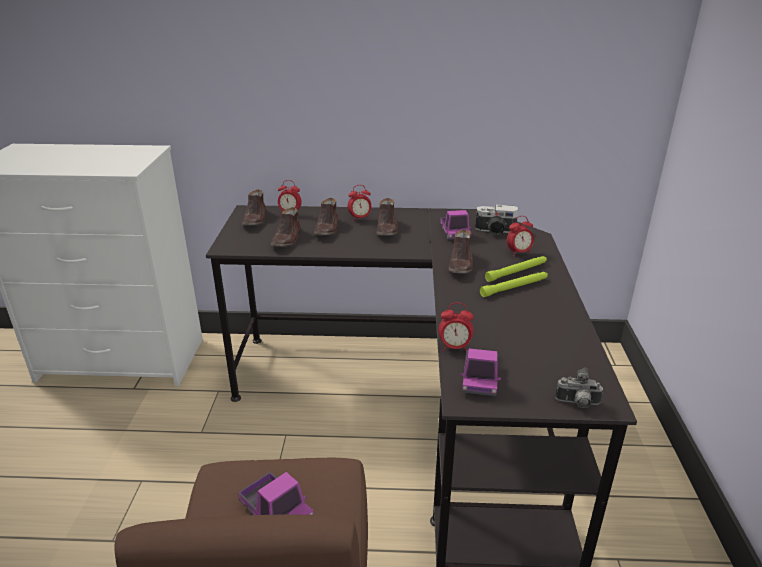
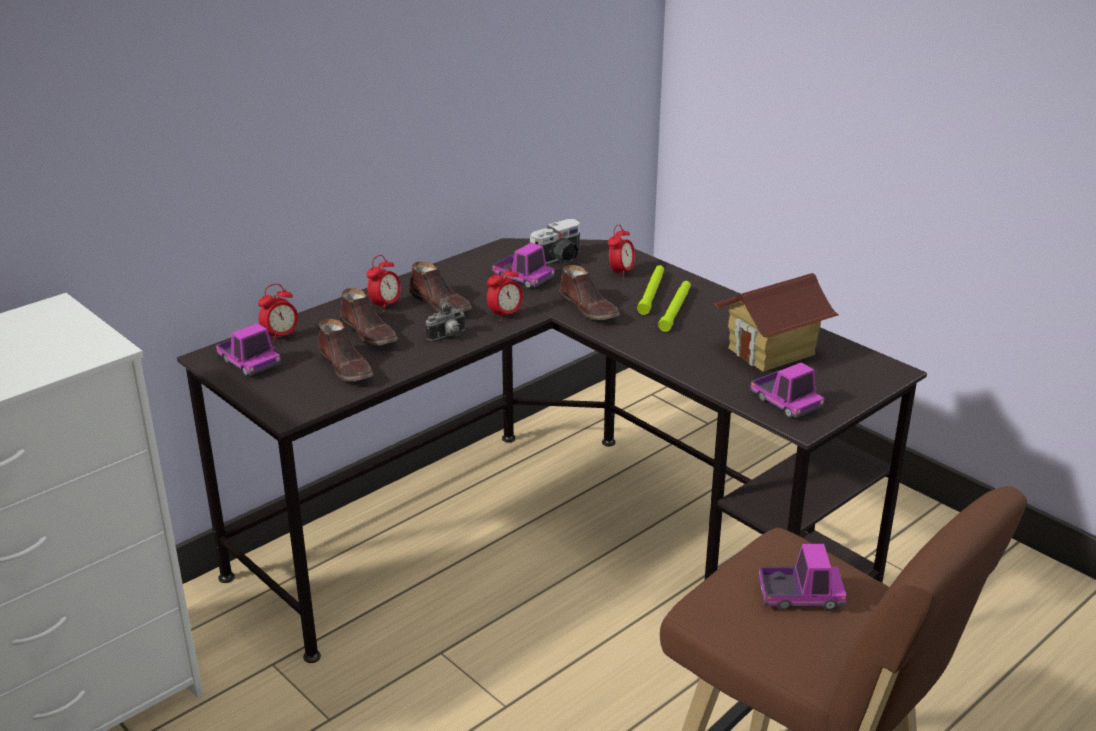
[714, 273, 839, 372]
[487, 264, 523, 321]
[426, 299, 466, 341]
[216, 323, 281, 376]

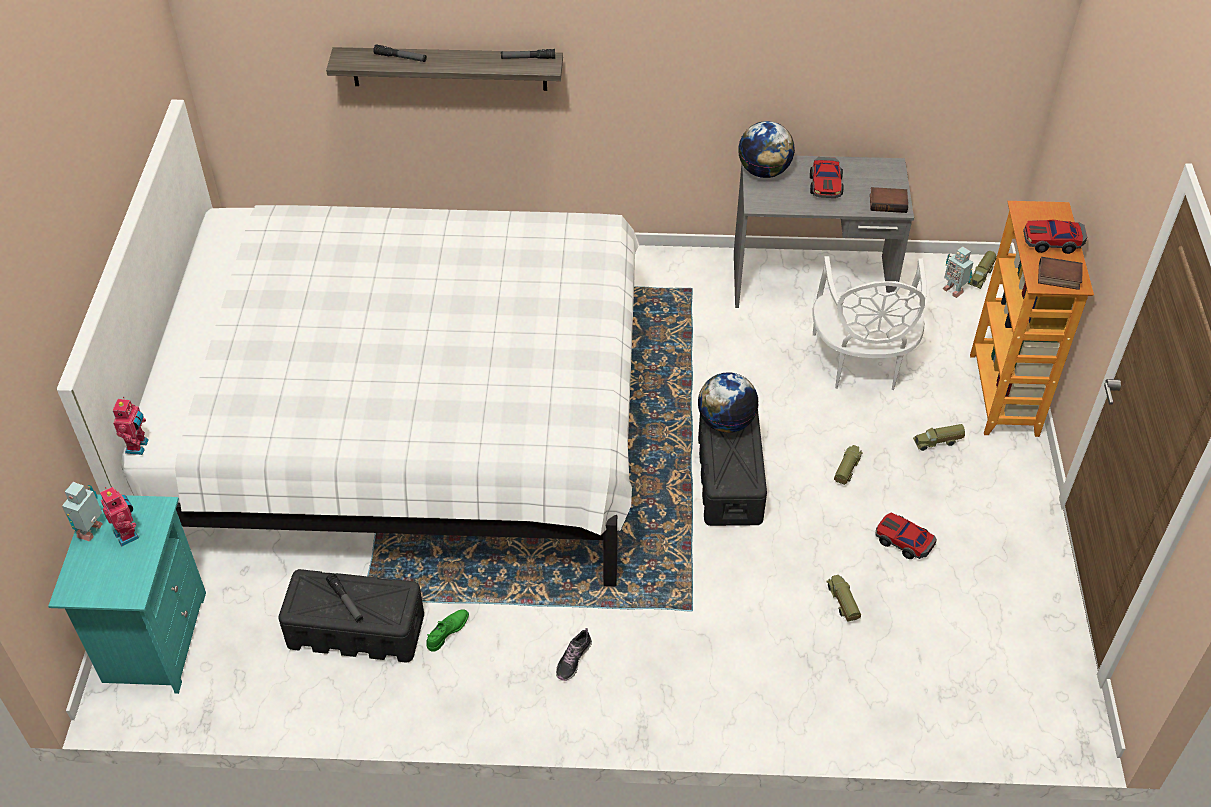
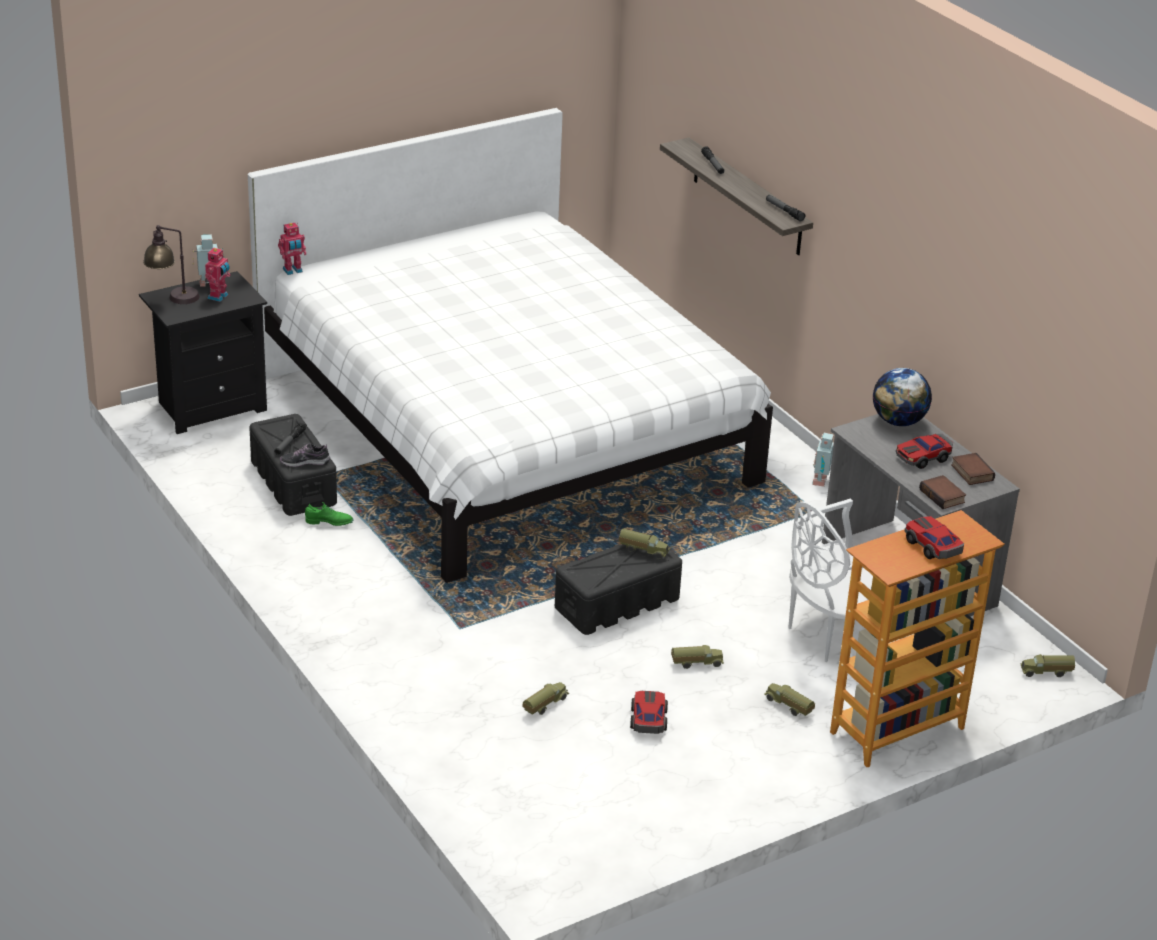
[143, 225, 200, 304]
[280, 443, 330, 467]
[812, 433, 834, 487]
[951, 453, 995, 485]
[619, 528, 670, 559]
[139, 271, 267, 434]

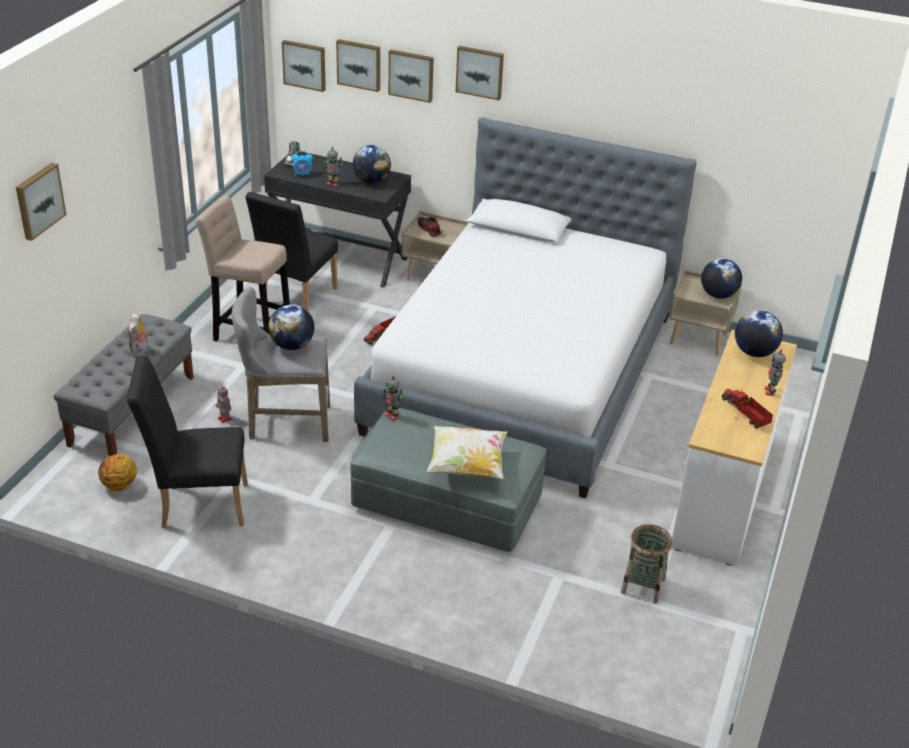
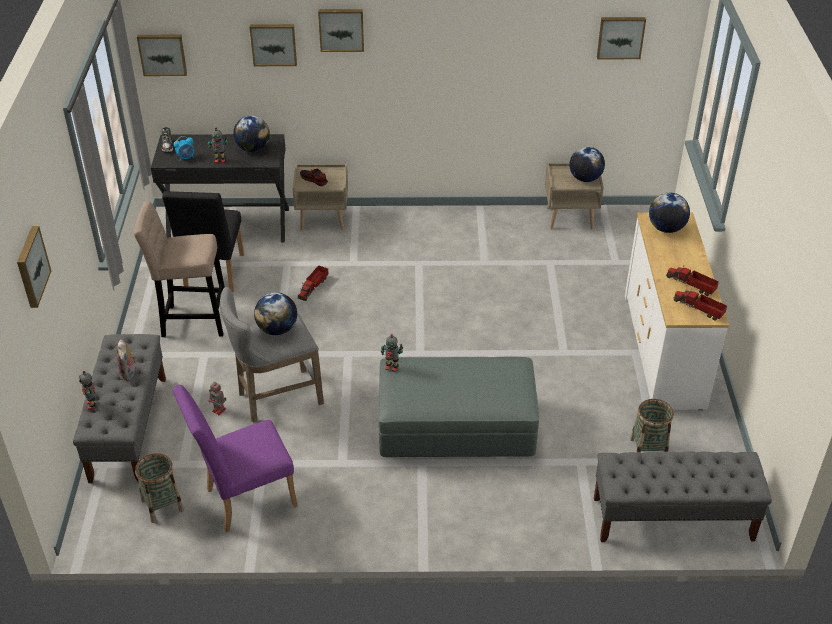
[354, 117, 697, 498] (first image)
[427, 426, 507, 479] (first image)
[594, 452, 772, 542]
[673, 288, 727, 321]
[597, 17, 646, 59]
[79, 371, 96, 410]
[135, 453, 184, 523]
[172, 385, 298, 532]

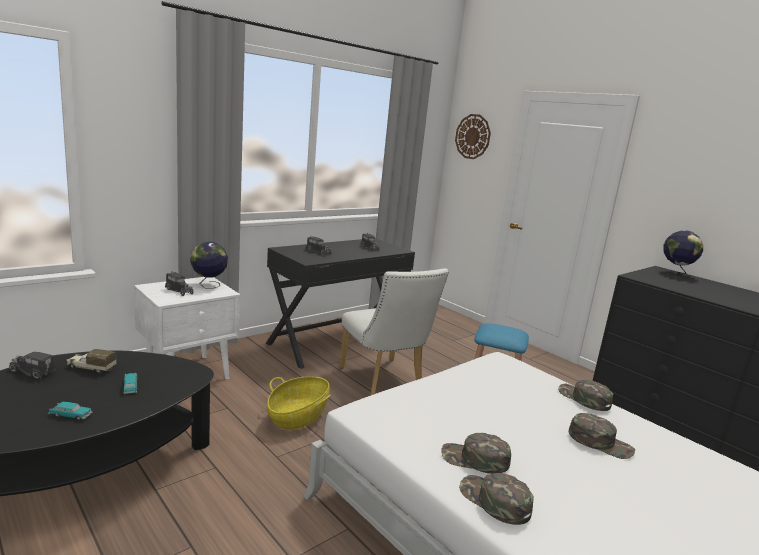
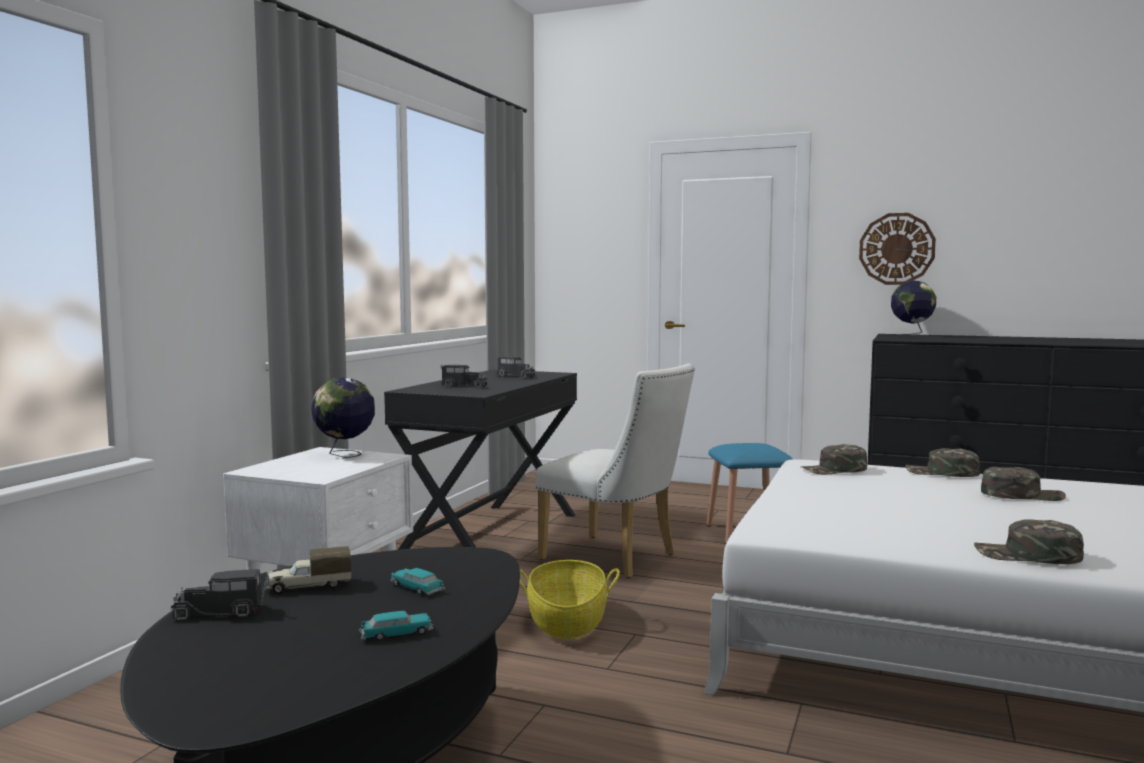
[165, 271, 193, 296] (first image)
[800, 444, 867, 475]
[859, 213, 936, 285]

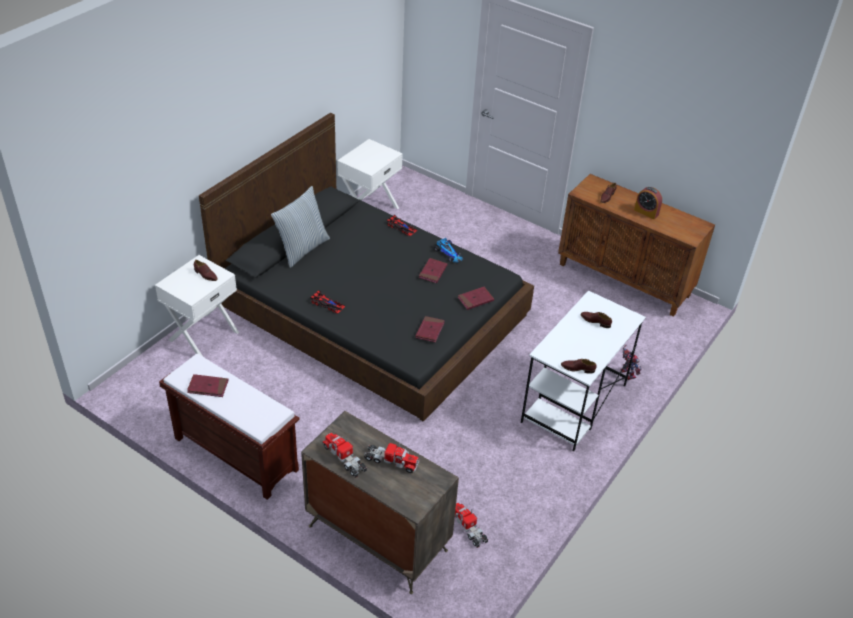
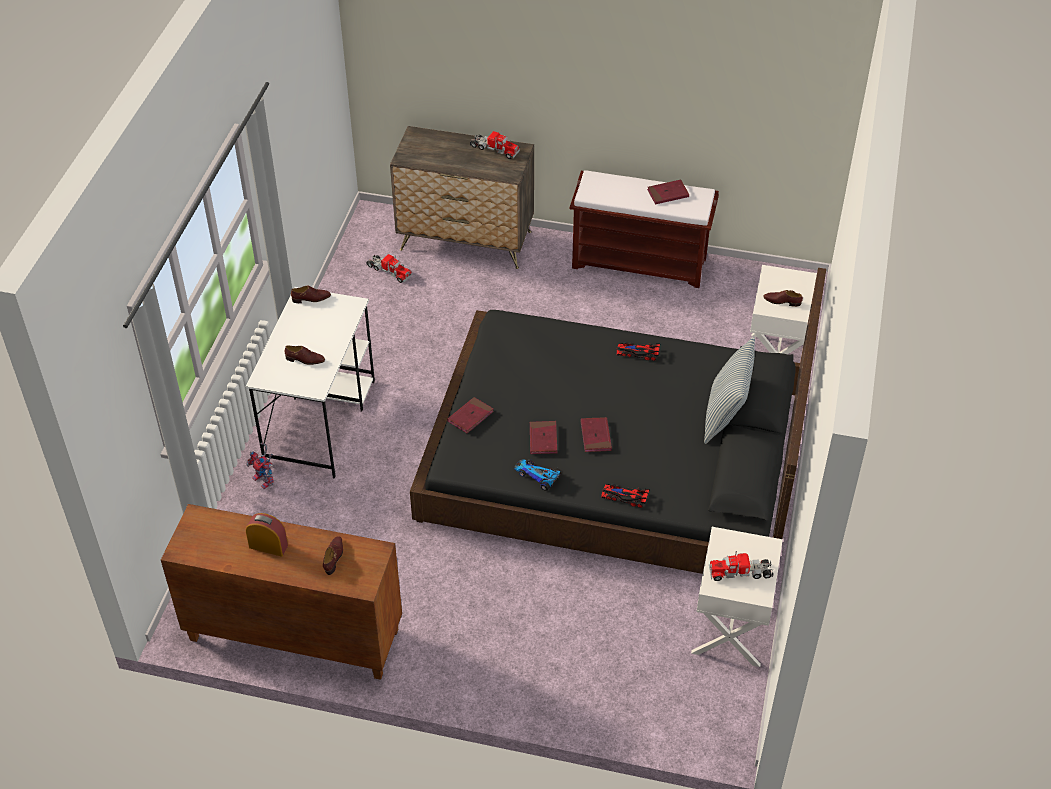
[709, 551, 774, 581]
[581, 417, 612, 452]

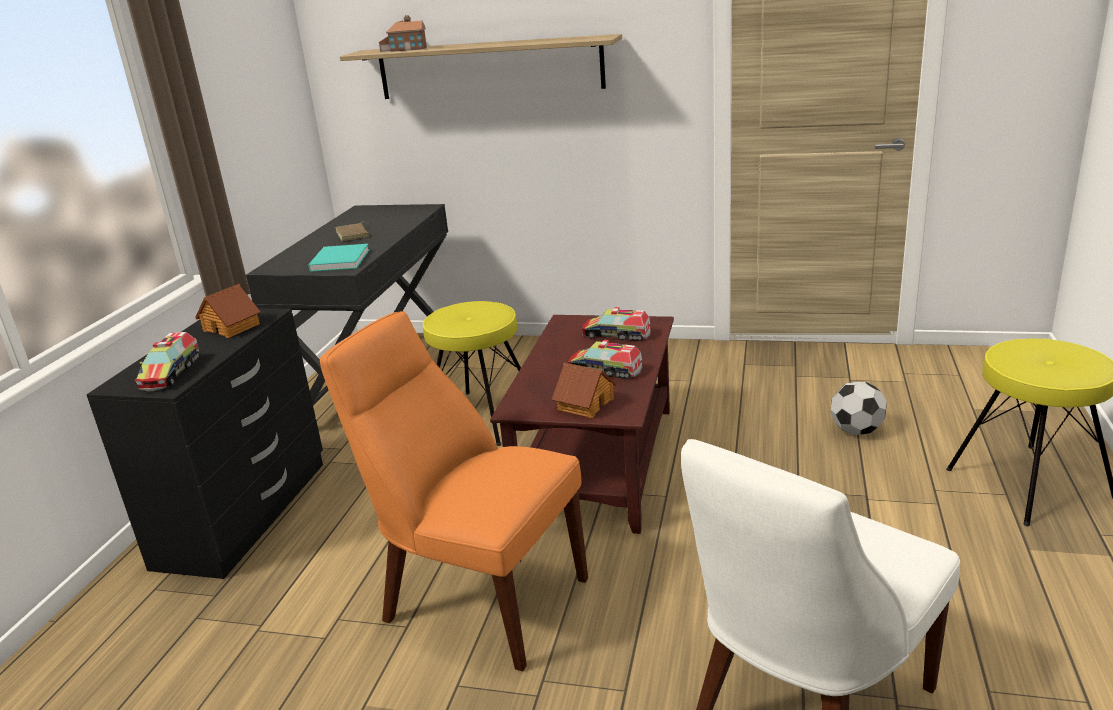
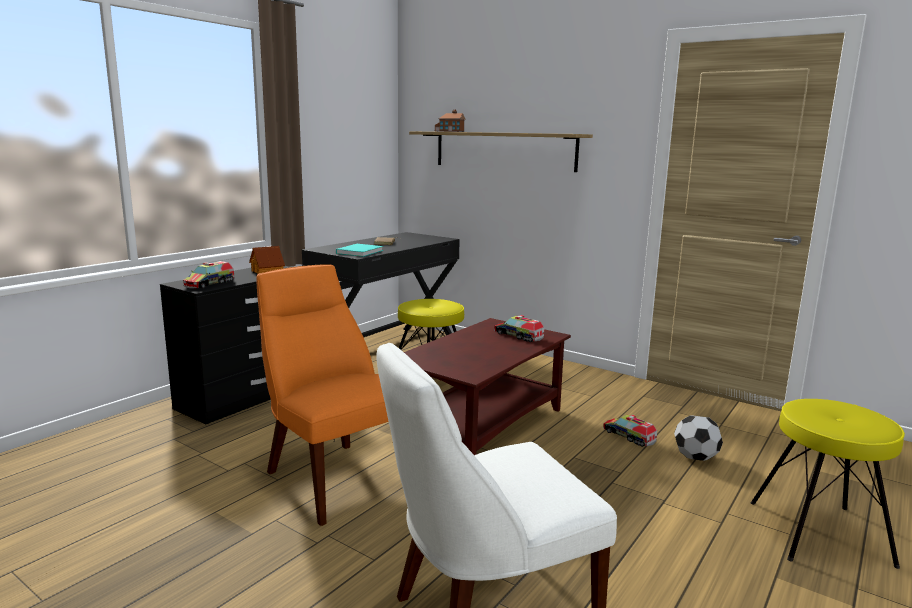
[552, 363, 617, 418] (first image)
[603, 415, 657, 447]

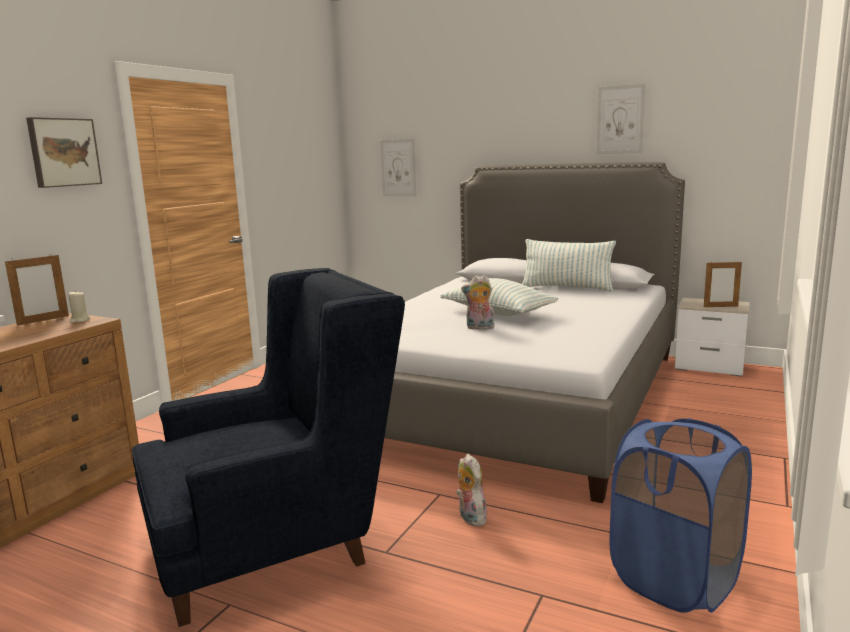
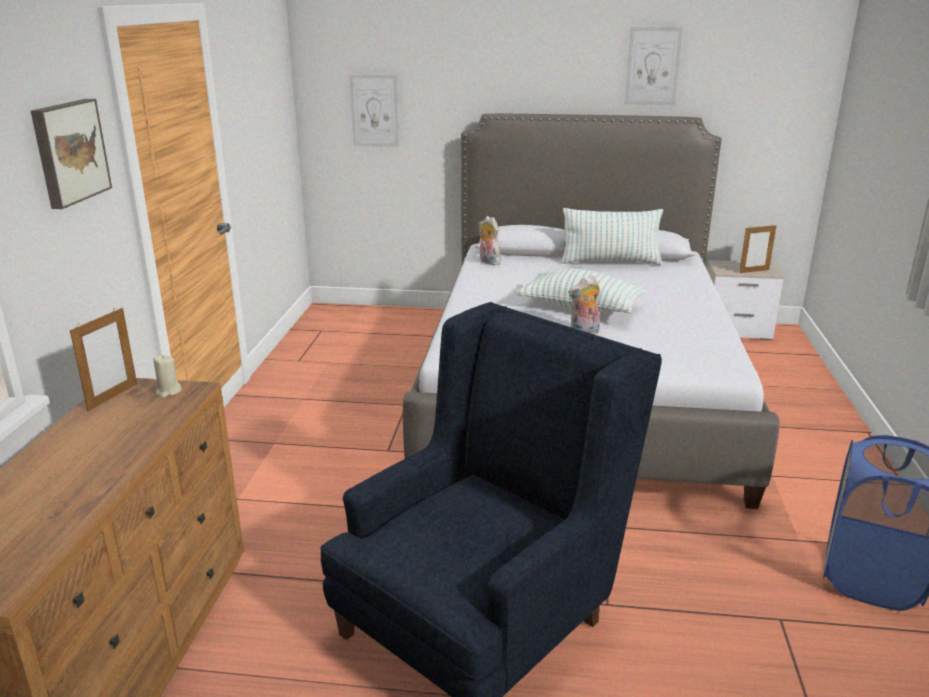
[478, 216, 501, 265]

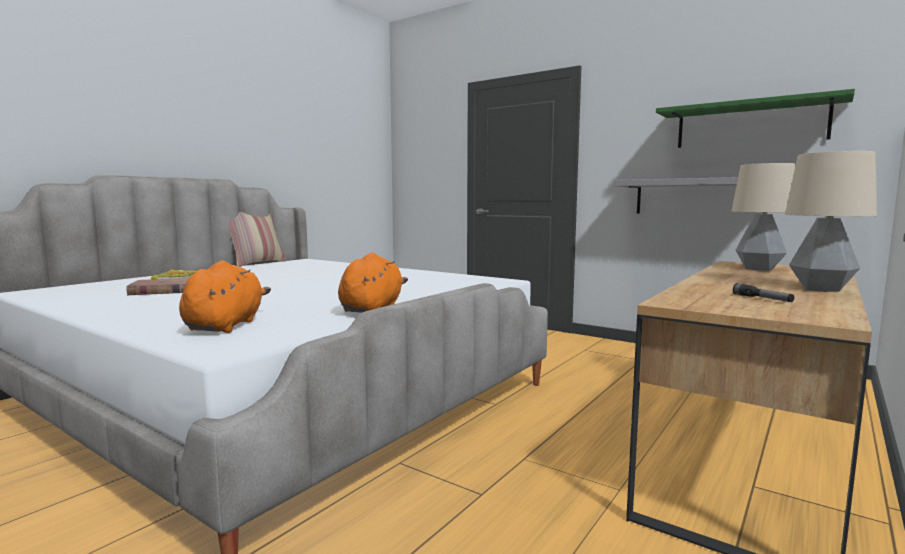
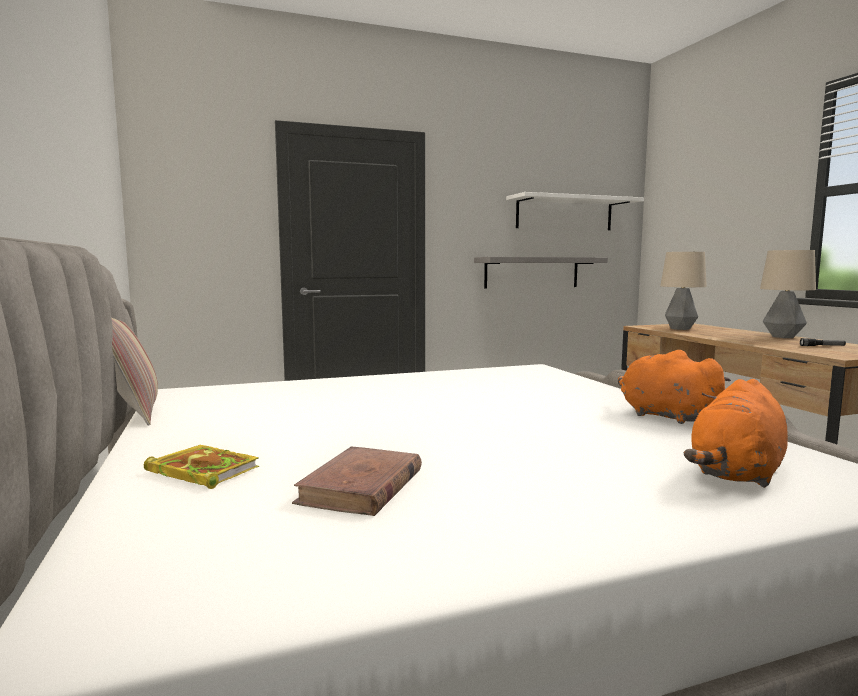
[506, 192, 644, 230]
[684, 379, 788, 488]

